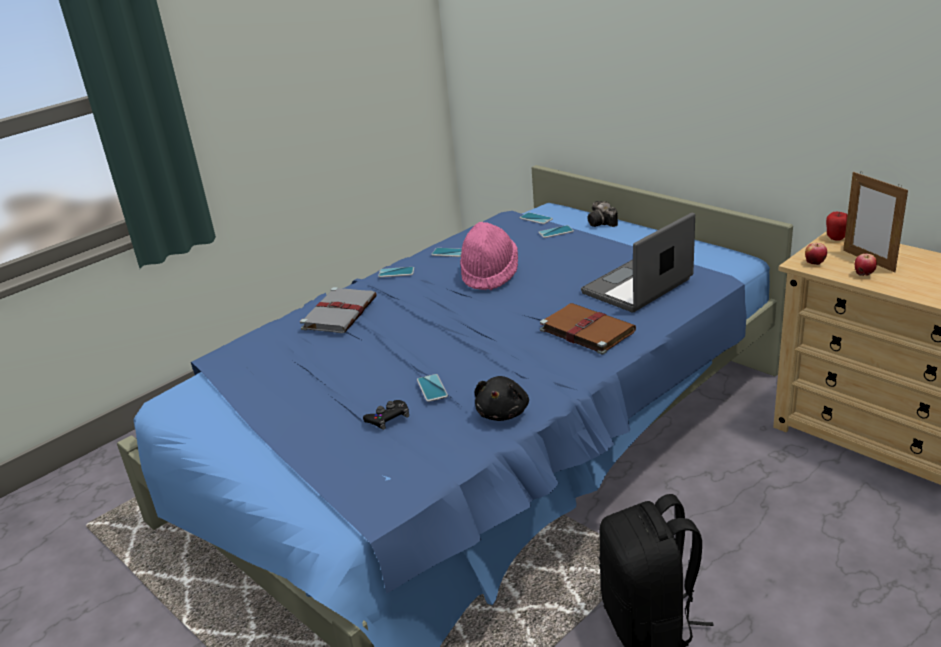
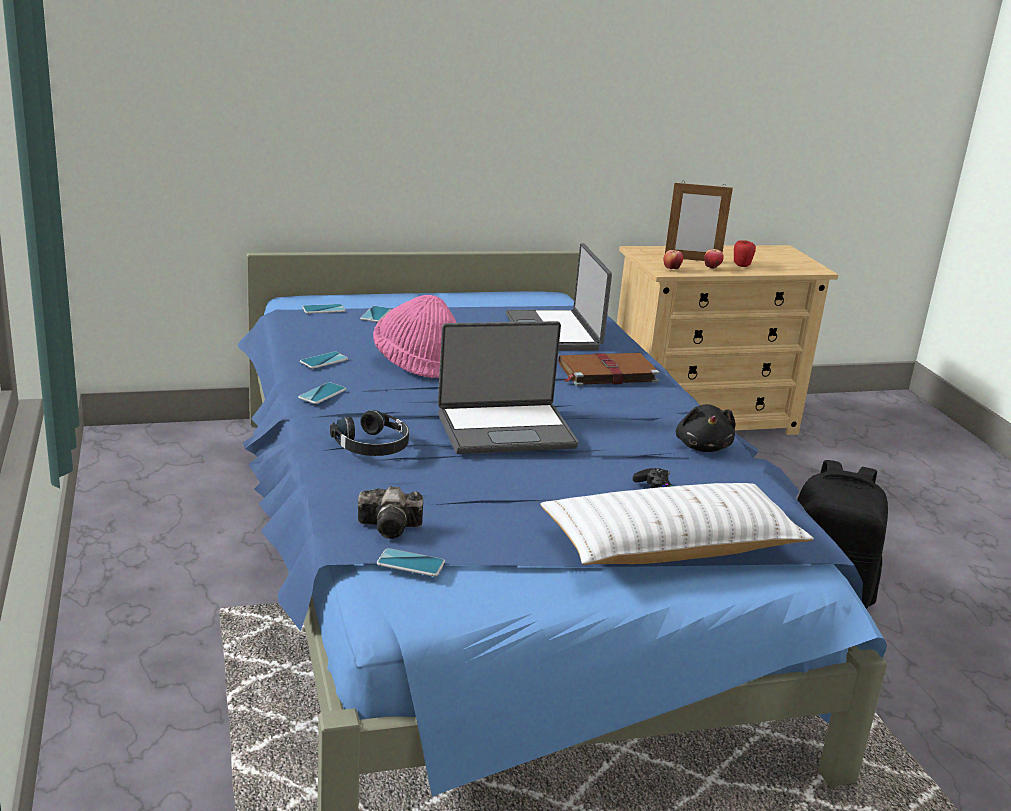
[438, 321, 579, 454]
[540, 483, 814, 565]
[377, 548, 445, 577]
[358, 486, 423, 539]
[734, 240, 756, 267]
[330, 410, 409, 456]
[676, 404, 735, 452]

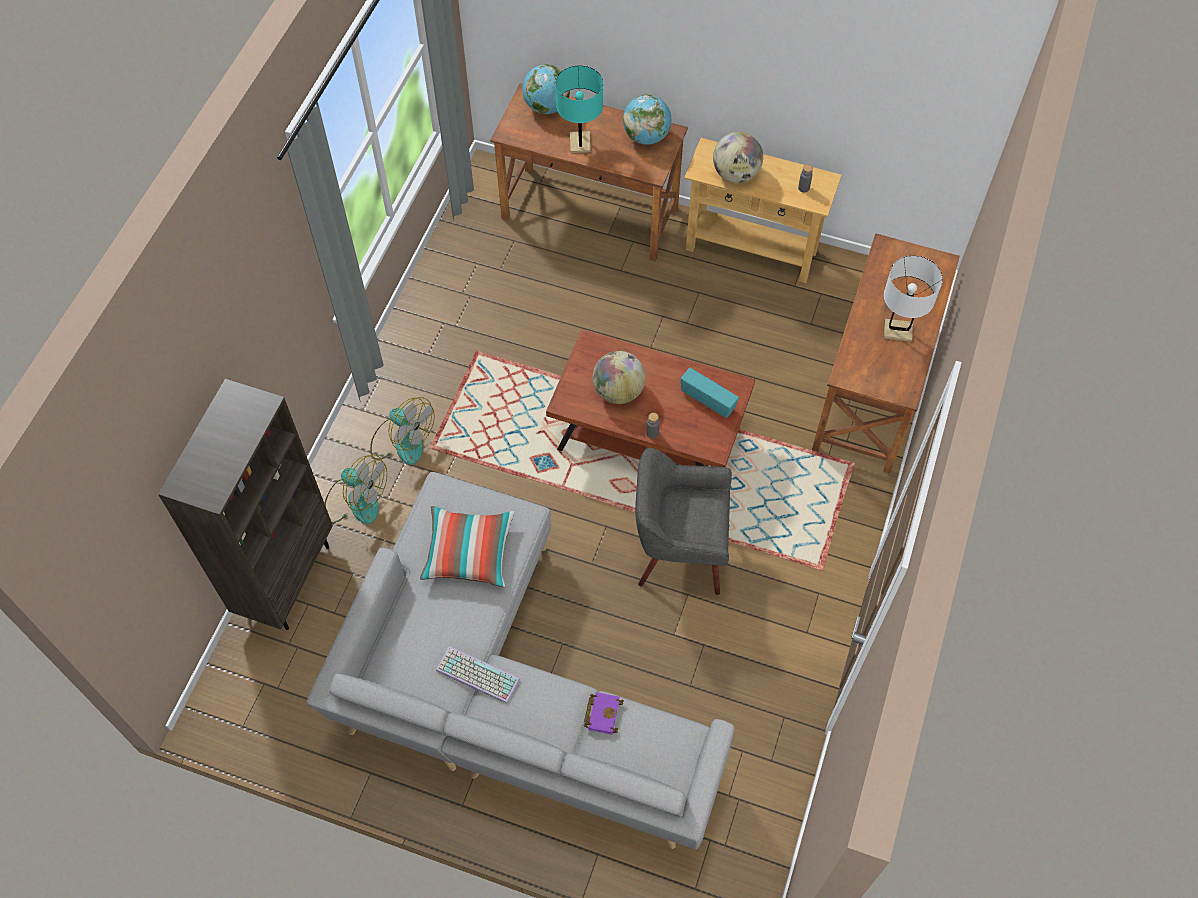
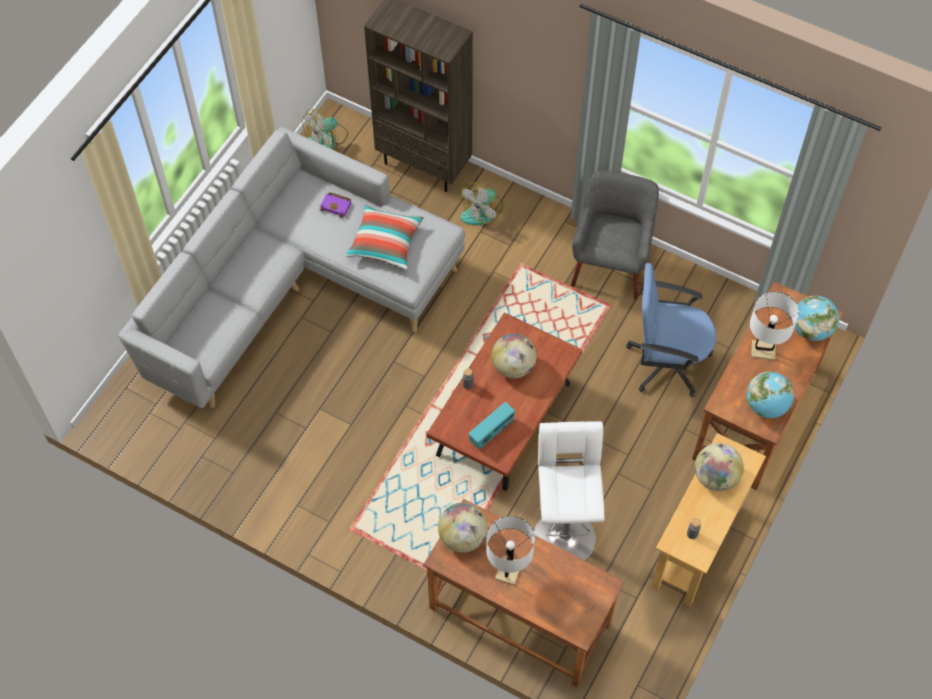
[436, 646, 520, 704] (first image)
[438, 503, 488, 553]
[534, 421, 604, 560]
[626, 263, 716, 397]
[302, 109, 348, 150]
[320, 192, 351, 218]
[571, 170, 659, 300]
[750, 292, 799, 360]

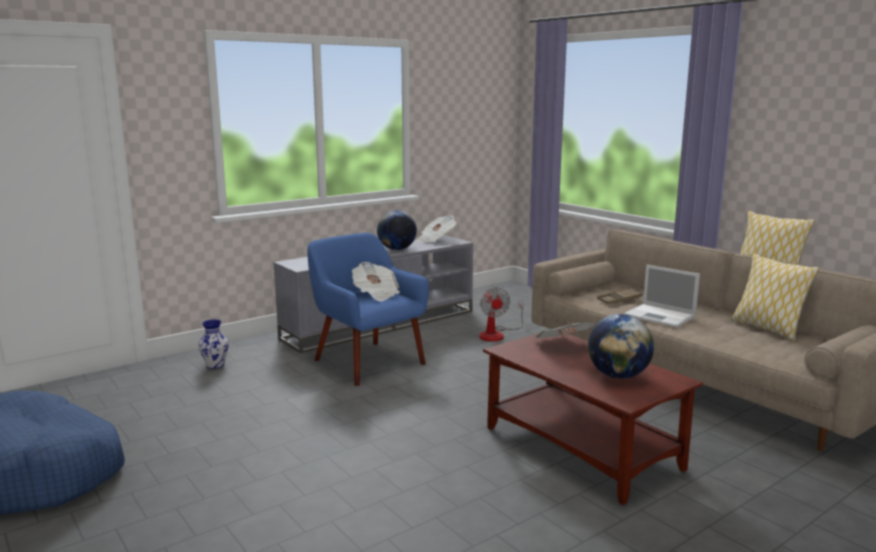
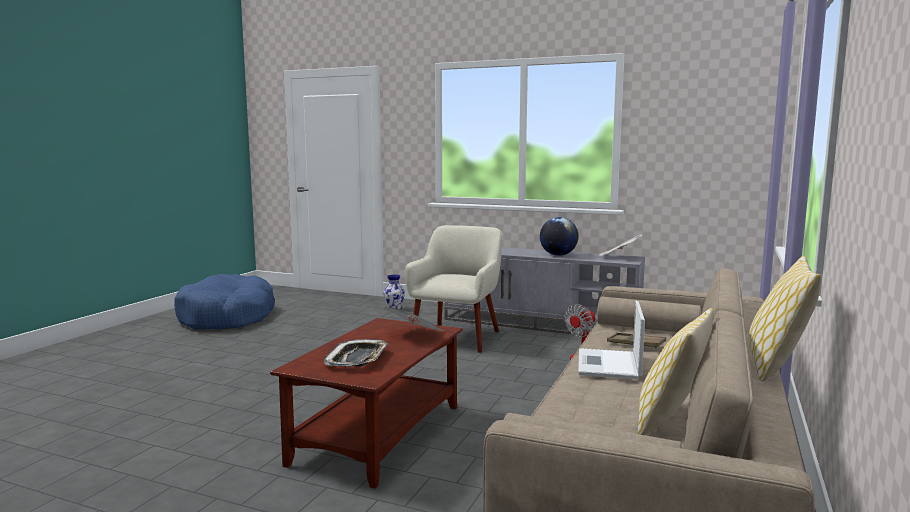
[352, 262, 400, 301] (first image)
[324, 339, 388, 367]
[405, 225, 502, 353]

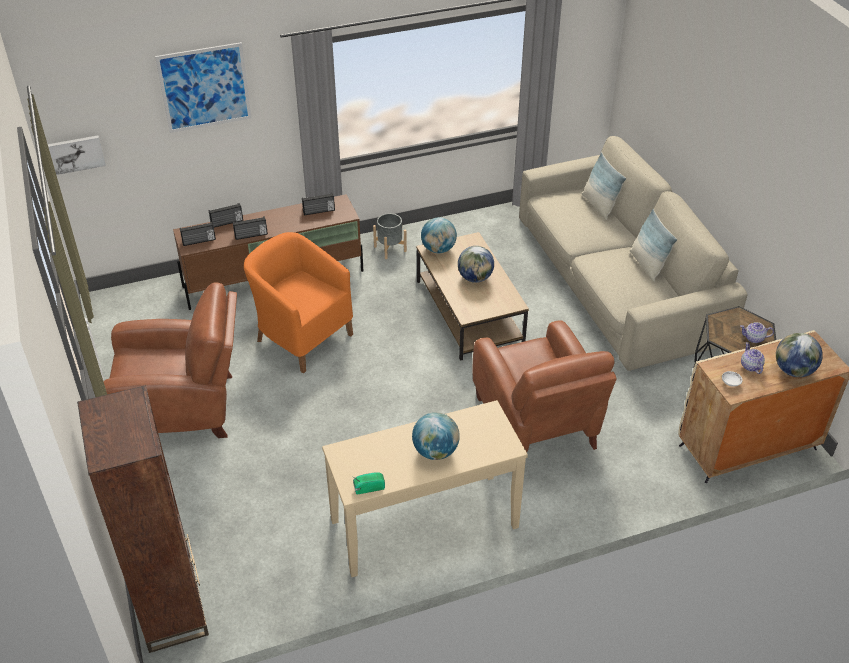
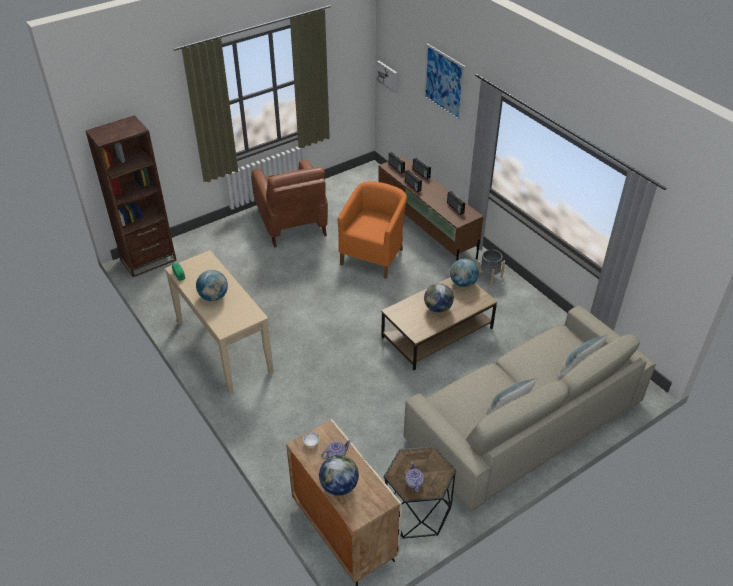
[473, 321, 617, 452] (first image)

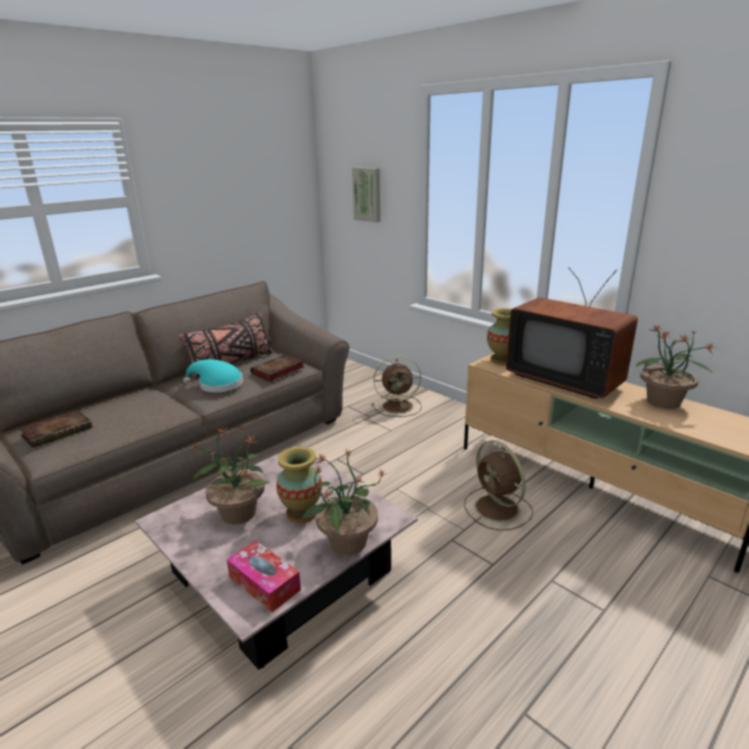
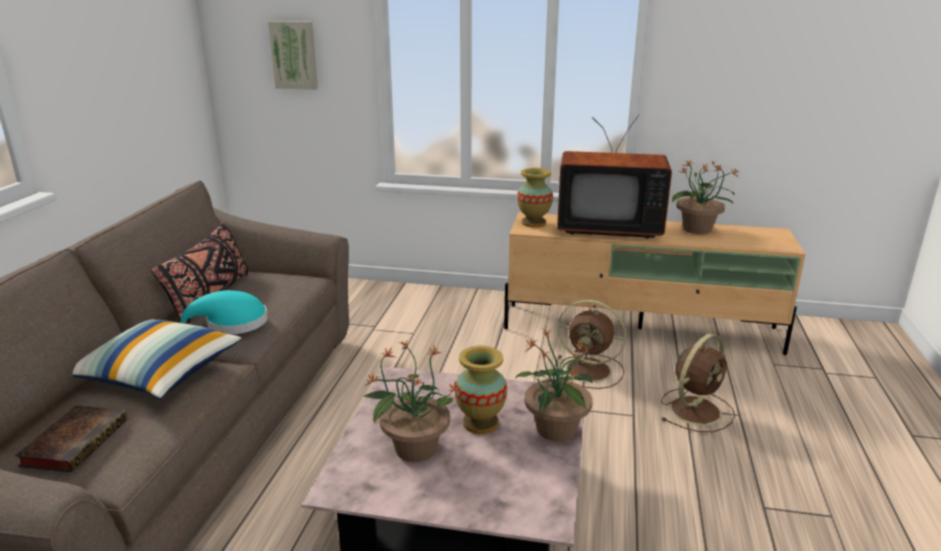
[226, 540, 301, 612] (first image)
[251, 354, 304, 382] (first image)
[73, 319, 242, 399]
[661, 334, 735, 432]

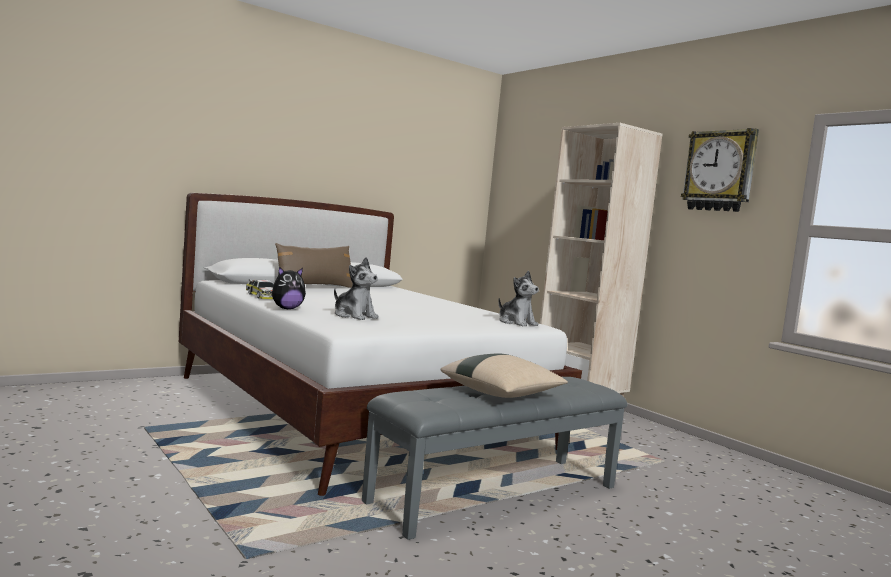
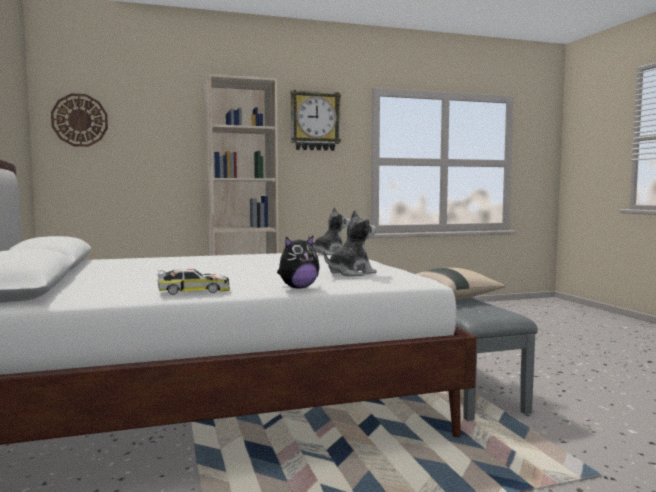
[275, 243, 353, 288] (first image)
[51, 93, 108, 147]
[277, 235, 320, 289]

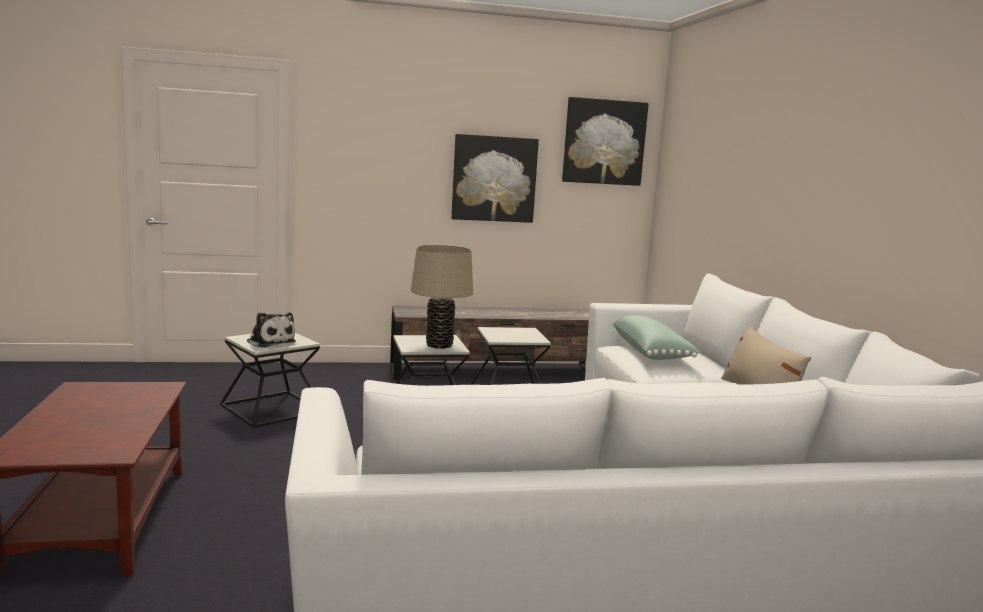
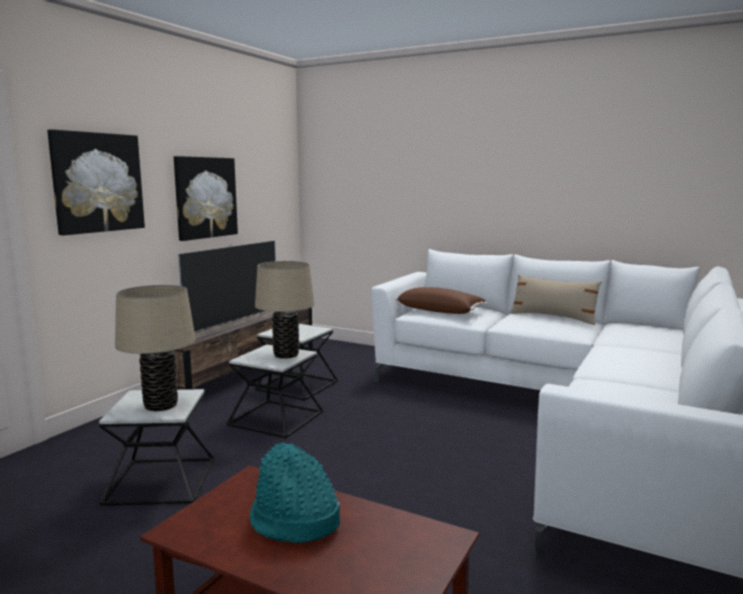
[178, 241, 276, 332]
[249, 443, 340, 543]
[47, 129, 145, 235]
[115, 285, 196, 411]
[395, 287, 487, 314]

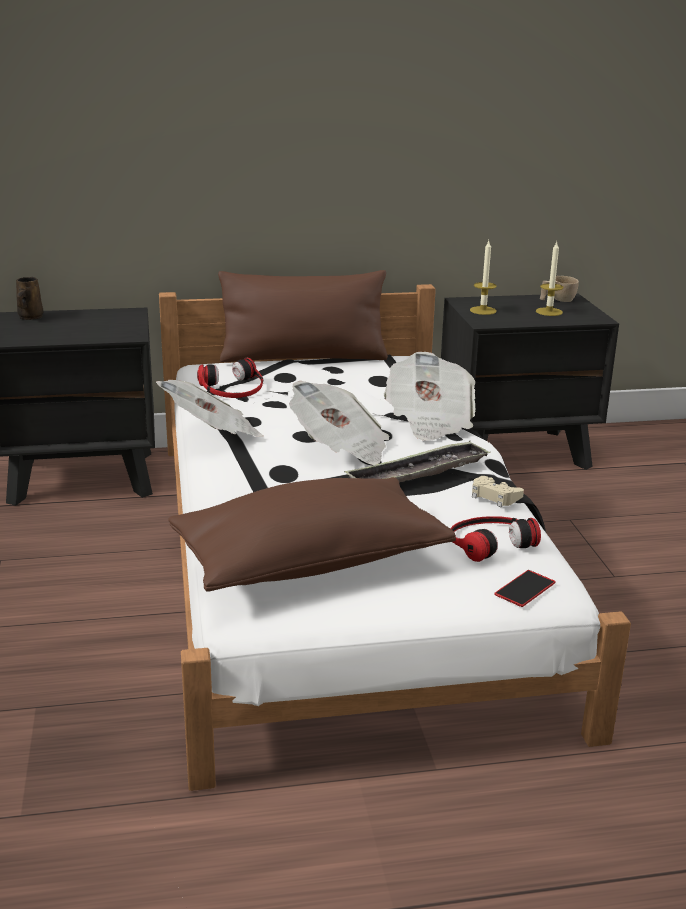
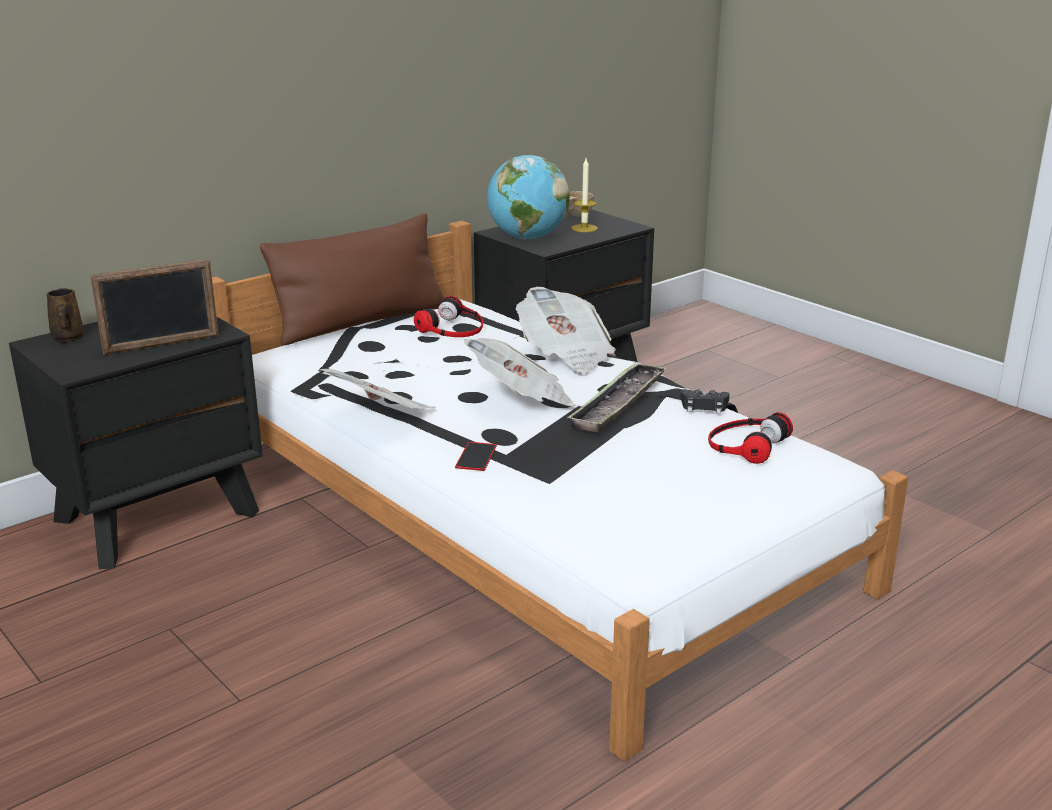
[169, 477, 456, 592] (first image)
[90, 259, 219, 355]
[414, 296, 483, 337]
[455, 442, 497, 471]
[487, 155, 570, 239]
[680, 389, 729, 414]

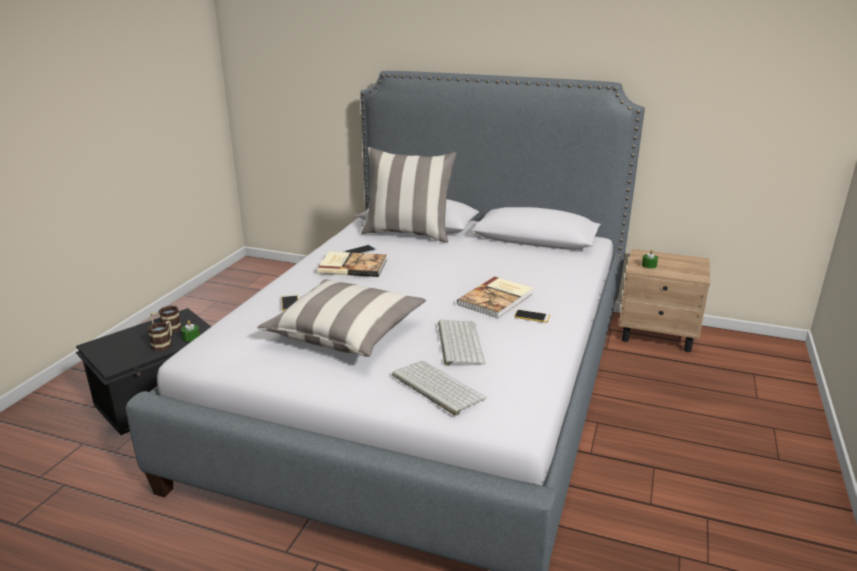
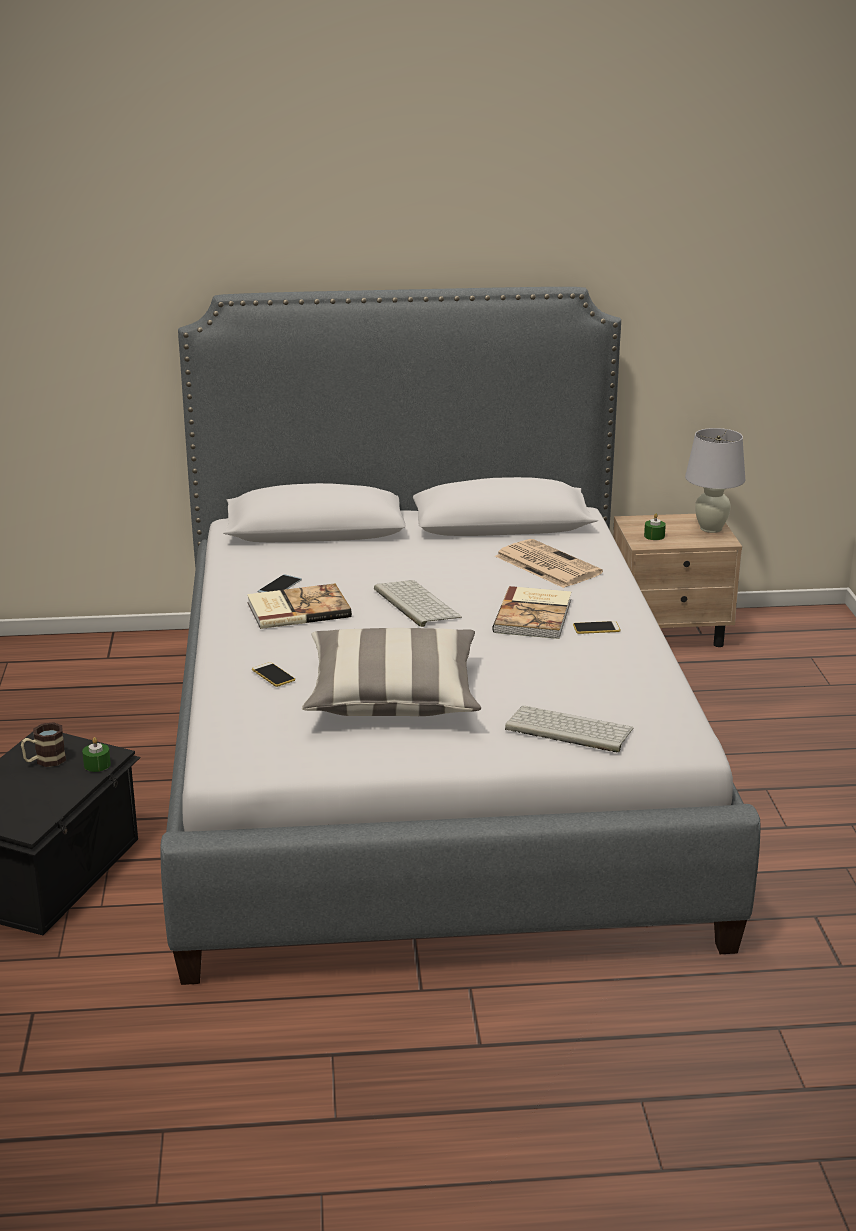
[148, 321, 172, 351] (first image)
[361, 147, 457, 243] (first image)
[495, 539, 603, 588]
[685, 428, 746, 533]
[374, 580, 462, 627]

